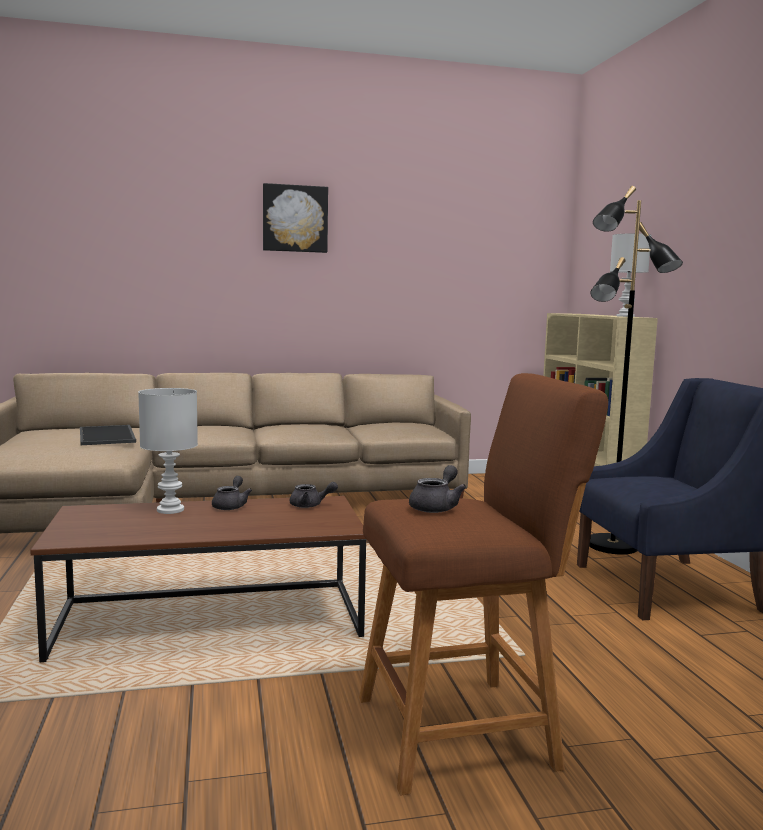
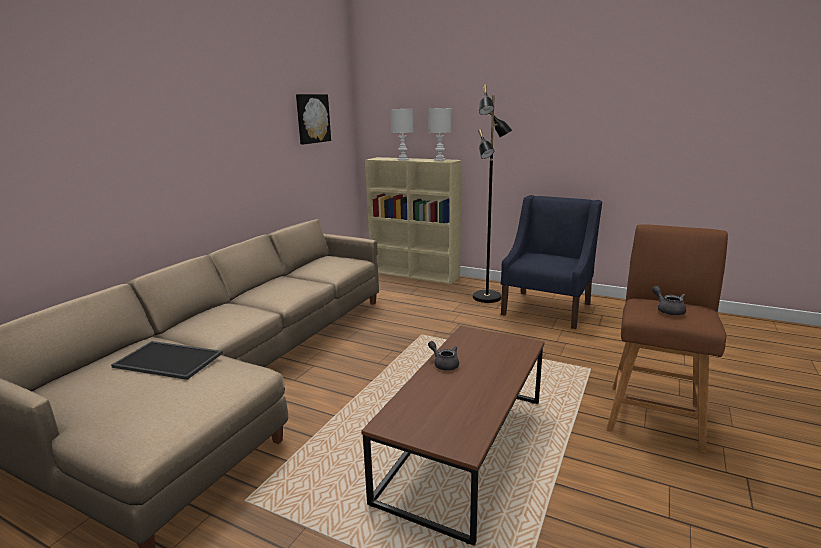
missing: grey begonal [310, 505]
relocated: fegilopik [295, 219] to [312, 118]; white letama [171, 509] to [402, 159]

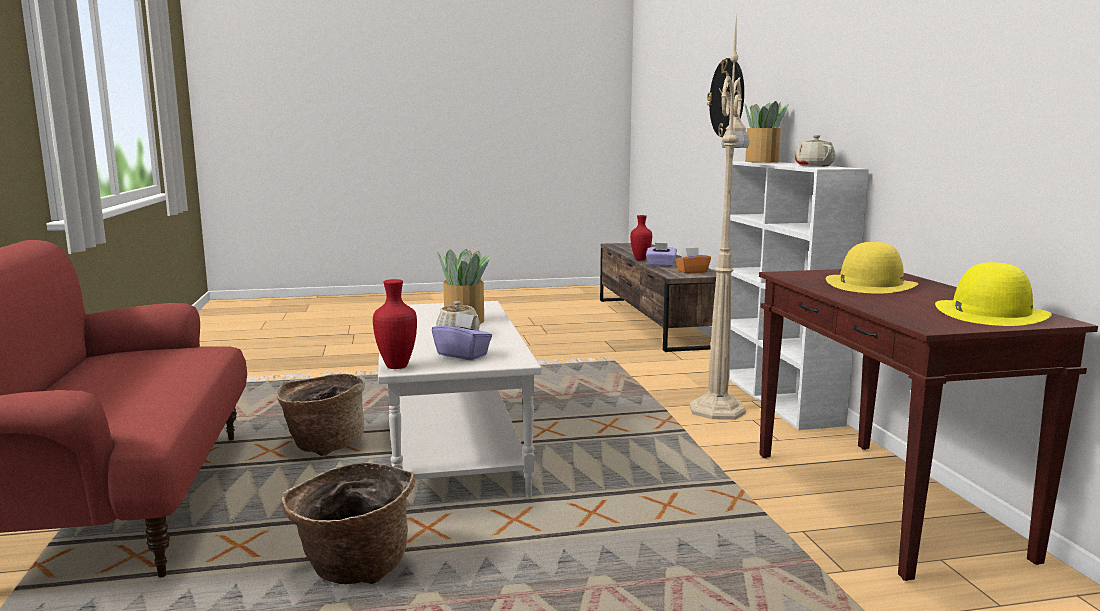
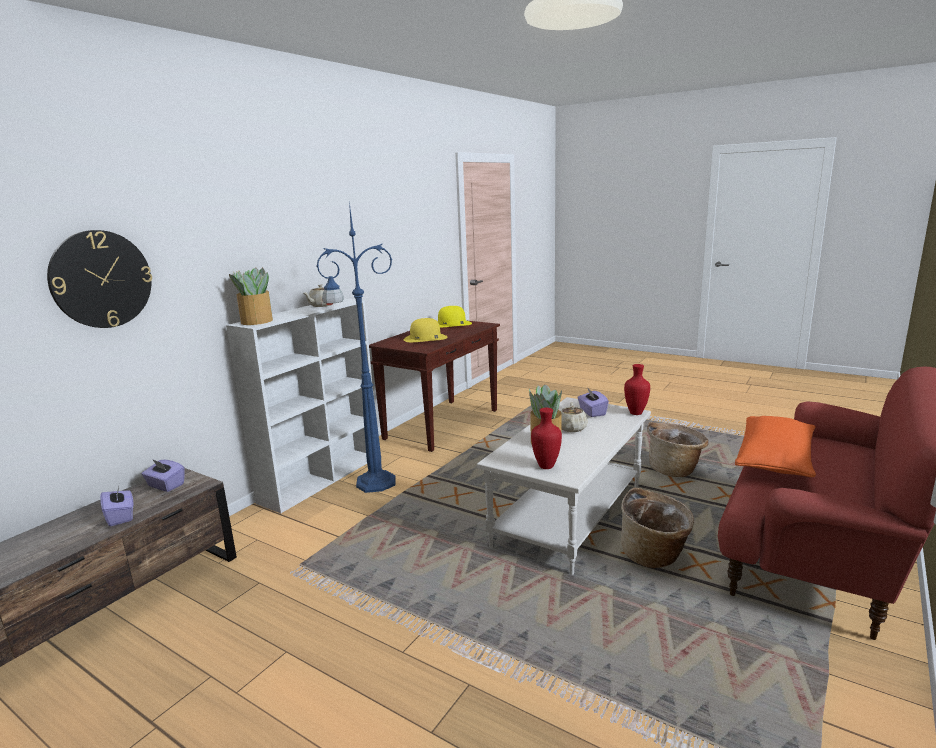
appeared: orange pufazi [775, 461]
relocated: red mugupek [640, 259] to [546, 467]
colour: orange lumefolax [692, 272] to purple lumefolax [165, 485]; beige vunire [718, 408] to blue vunire [373, 483]

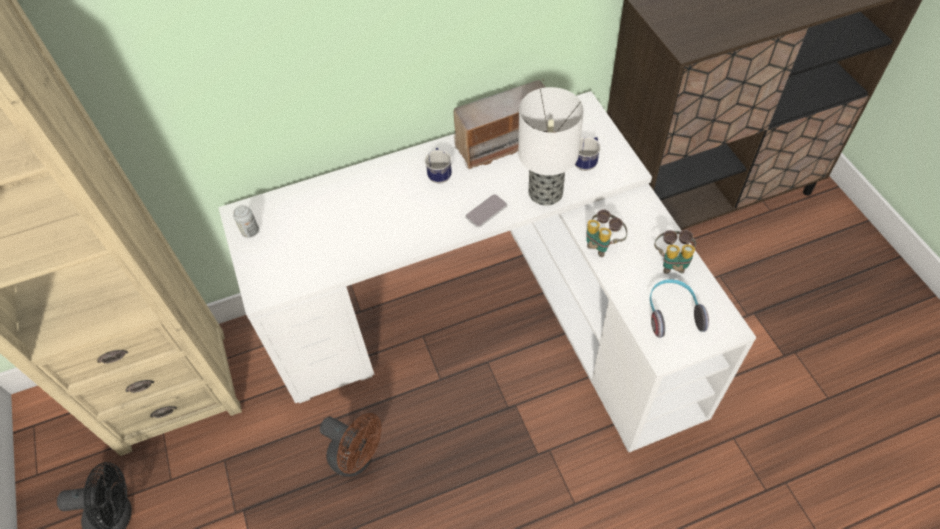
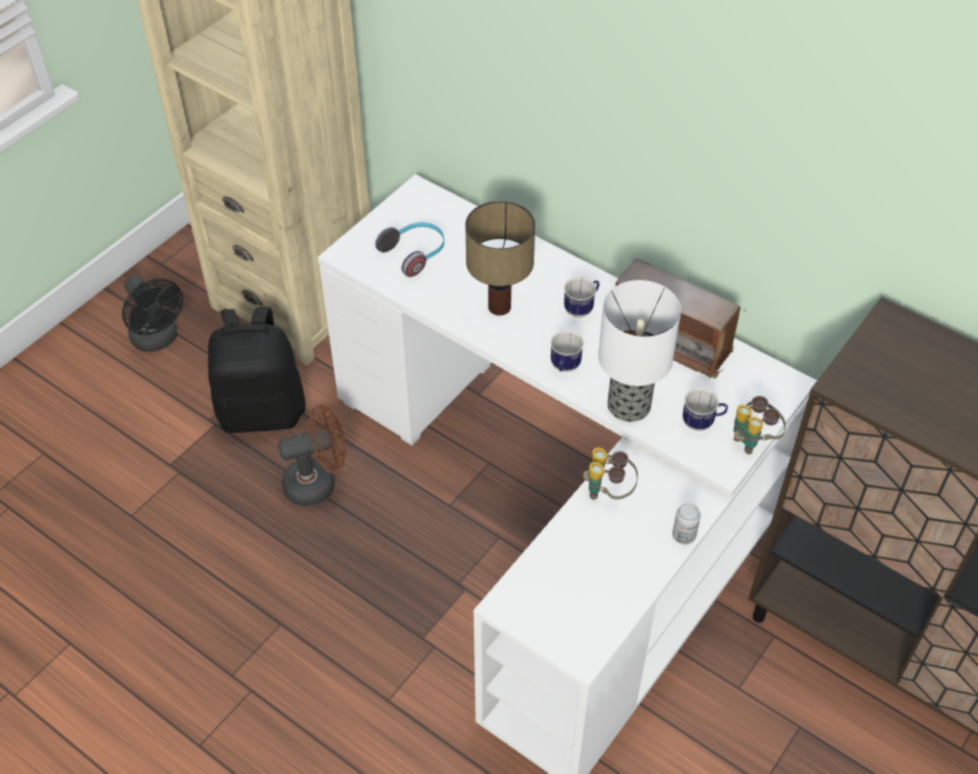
appeared: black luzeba [262, 411]; letama [499, 306]
relocated: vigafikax [672, 313] to [415, 254]; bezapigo [250, 231] to [683, 536]; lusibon [672, 262] to [753, 440]
exchanged: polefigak [486, 211] to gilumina [564, 368]
spun: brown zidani [357, 458] = [318, 482] 105 degrees counterclockwise

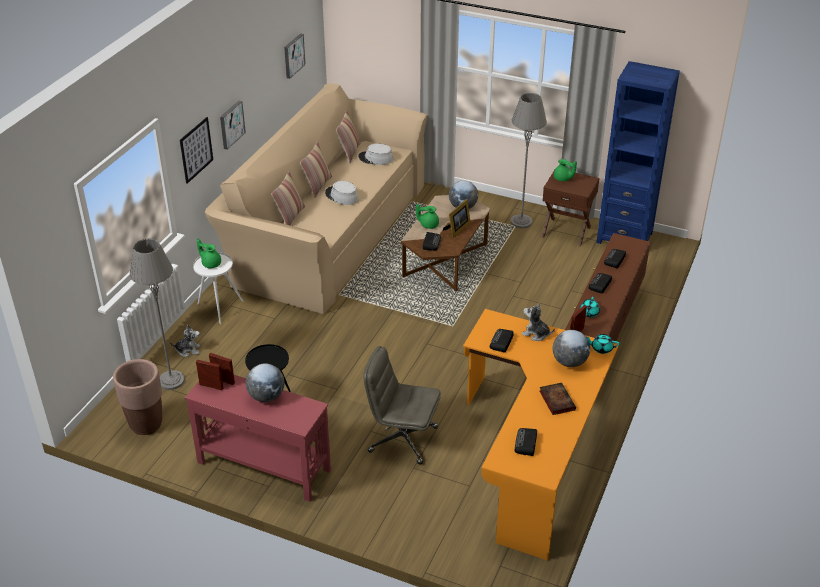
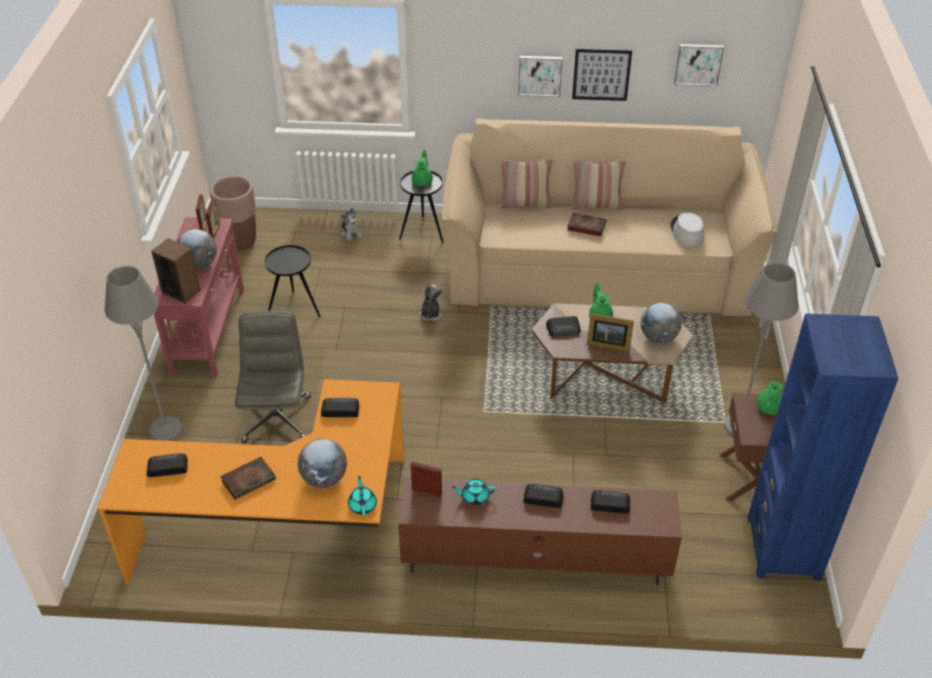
missing: pufazi [349, 152]
appeared: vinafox [181, 291]
relocated: grey vunire [171, 381] to [166, 430]; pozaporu [536, 334] to [430, 314]; fegilopik [196, 150] to [601, 74]
exchanged: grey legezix [341, 196] to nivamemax [585, 226]
colour: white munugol [219, 308] to black munugol [423, 231]

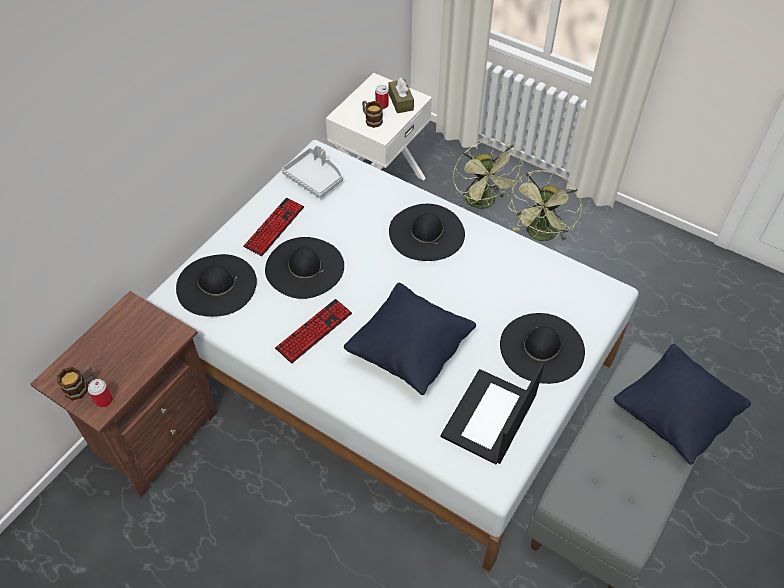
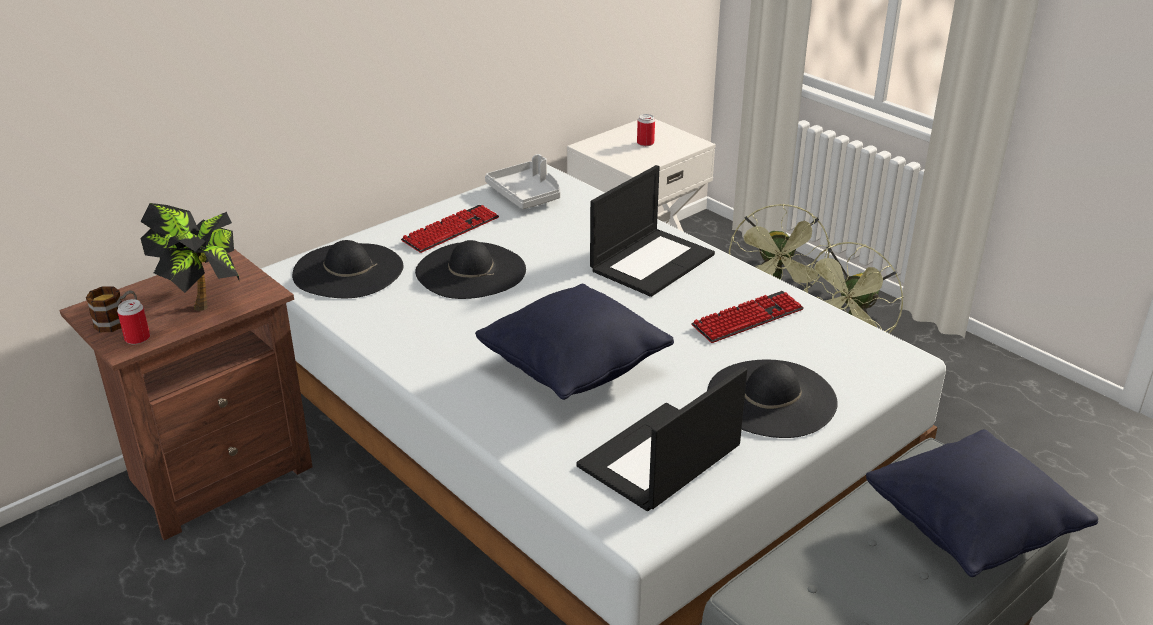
missing: gilumina [371, 120]; brown lumefolax [401, 101]
appeared: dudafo [204, 299]
relocated: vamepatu [314, 331] to [748, 318]
exchanged: black legezix [426, 232] to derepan [652, 261]

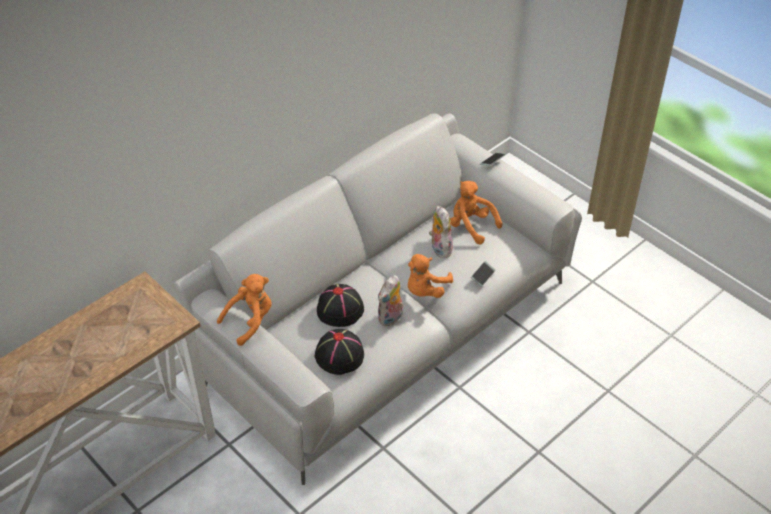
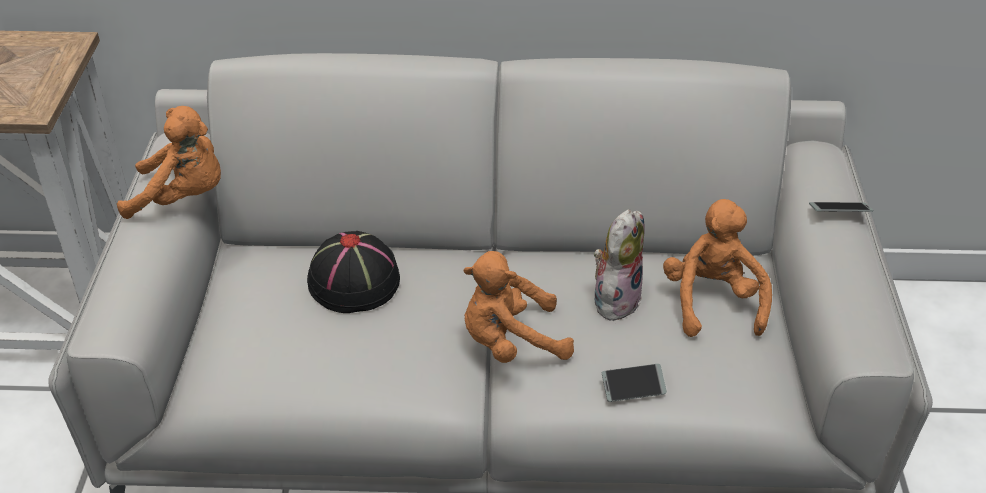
missing: black legezix [340, 355]; pozaporu [391, 318]

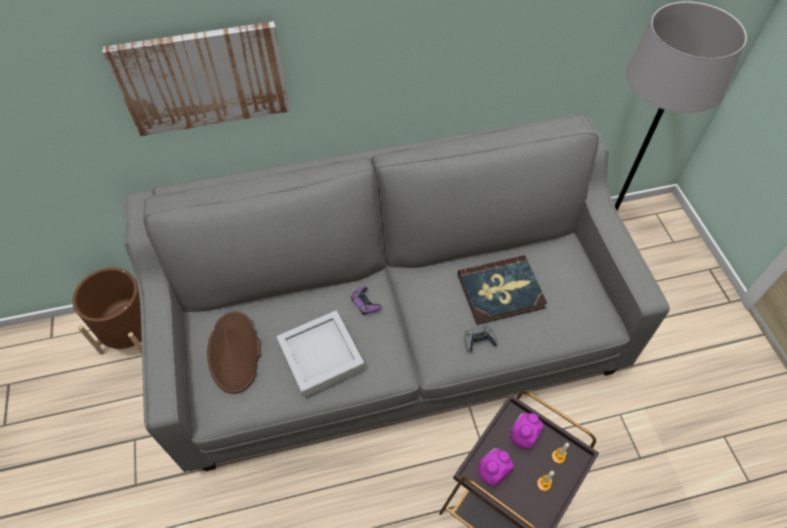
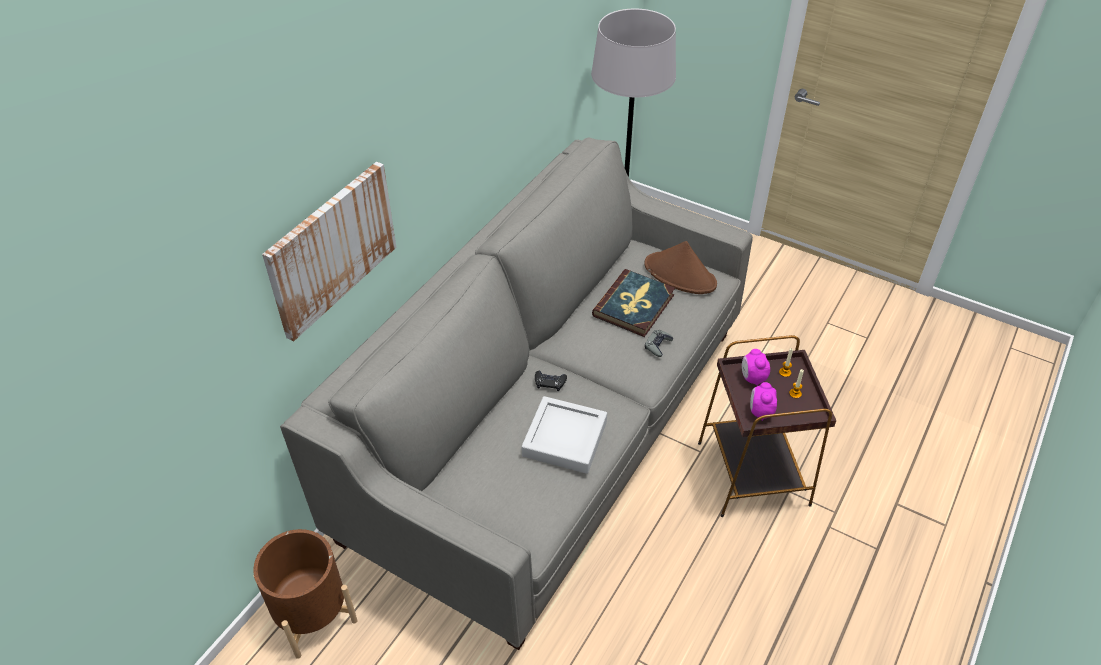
relocated: brown legezix [234, 353] to [680, 274]
colour: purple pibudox [365, 303] to black pibudox [550, 382]

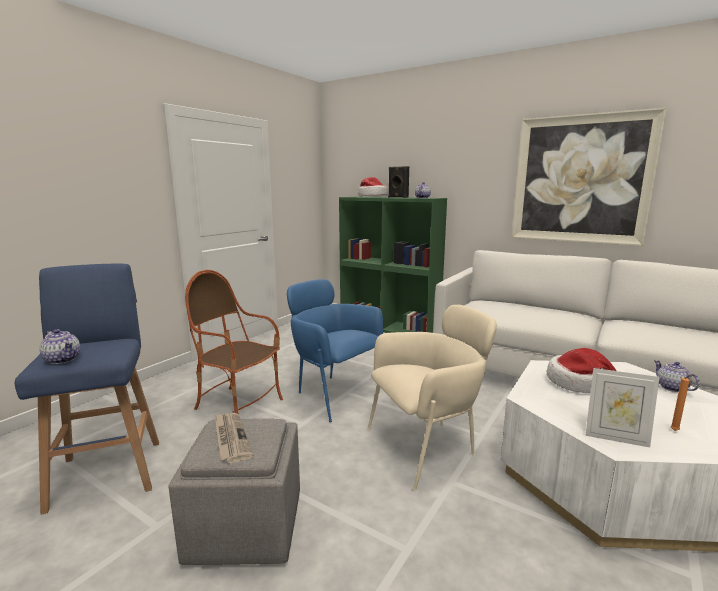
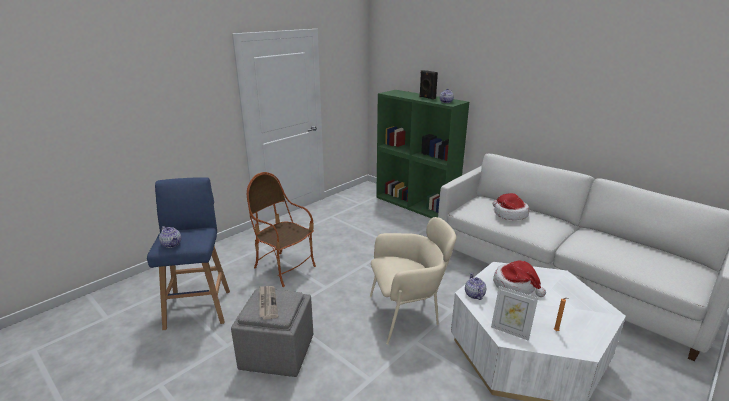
missing: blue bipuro [334, 393]; fegilopik [580, 180]
relocated: begonal [671, 387] to [474, 294]; legezix [372, 197] to [509, 214]

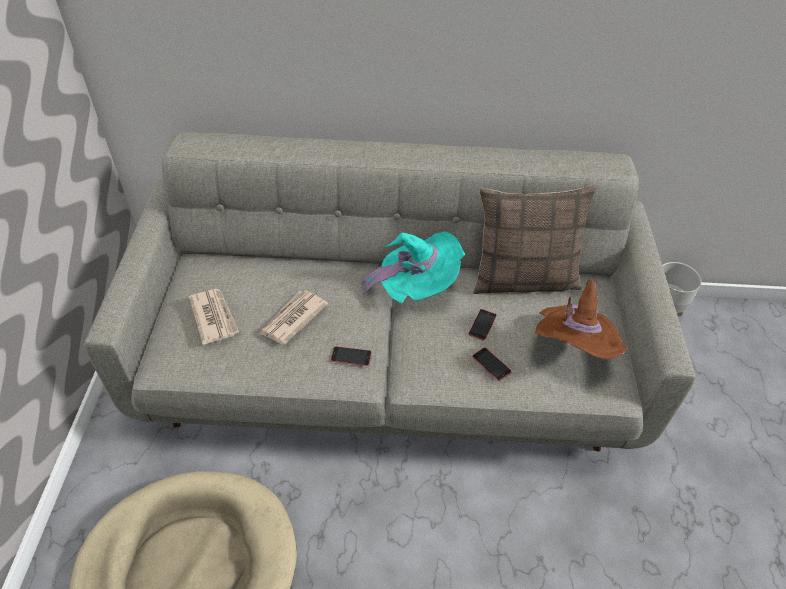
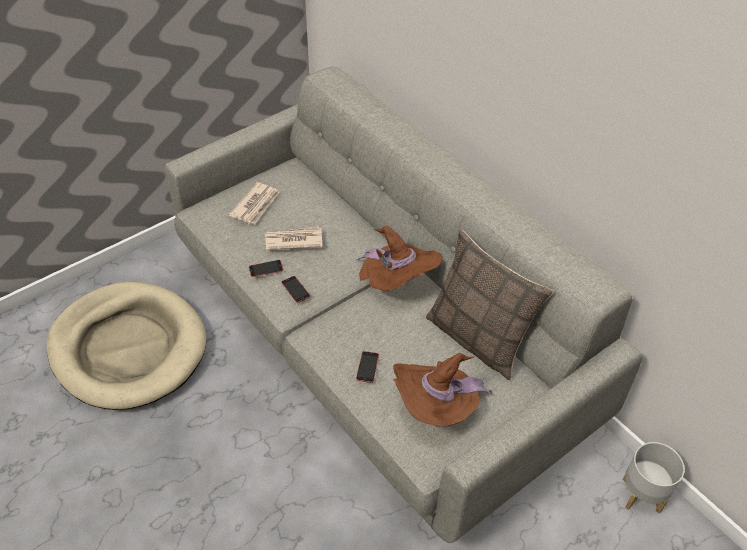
relocated: polefigak [482, 324] to [266, 269]
colour: turquoise legezix [416, 286] to brown legezix [397, 282]

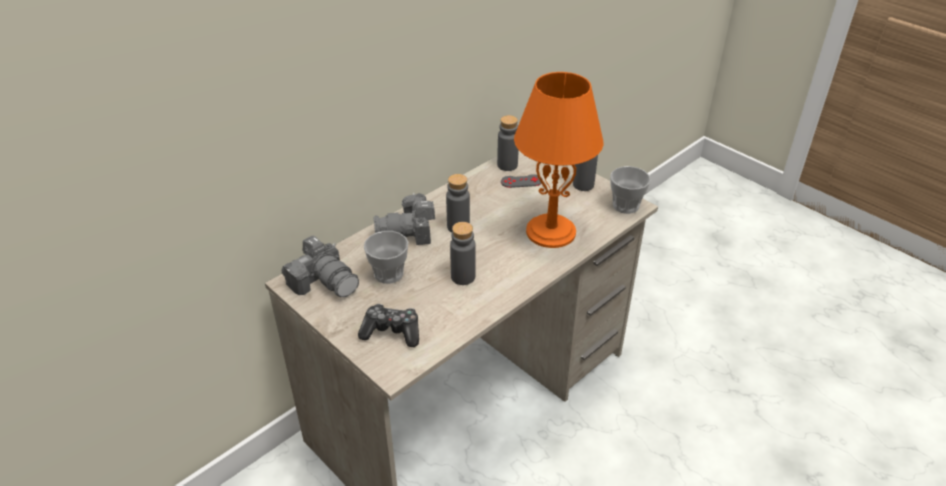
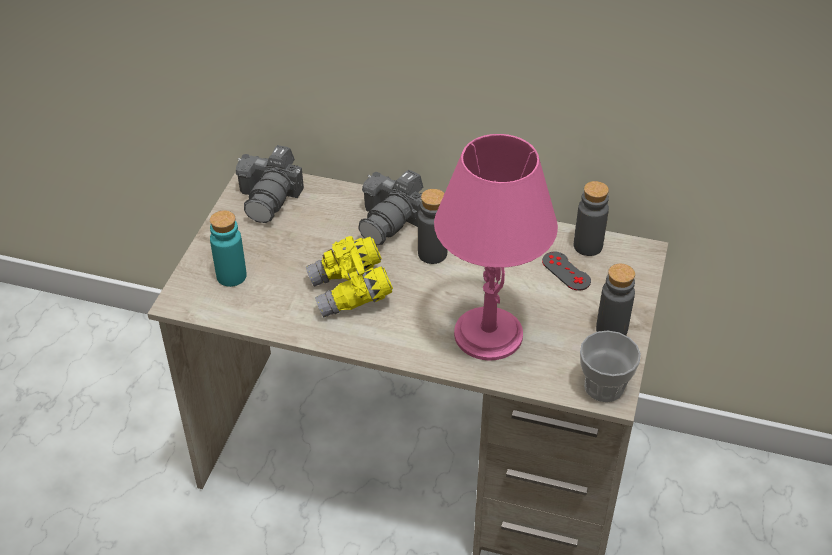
missing: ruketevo [388, 273]
exchanged: pibudox [392, 332] to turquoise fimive [231, 276]; grey fimive [463, 277] to yellow lusibon [350, 292]
colour: orange letama [551, 231] to pink letama [489, 334]
spun: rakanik [408, 232] = [391, 220] 105 degrees counterclockwise

